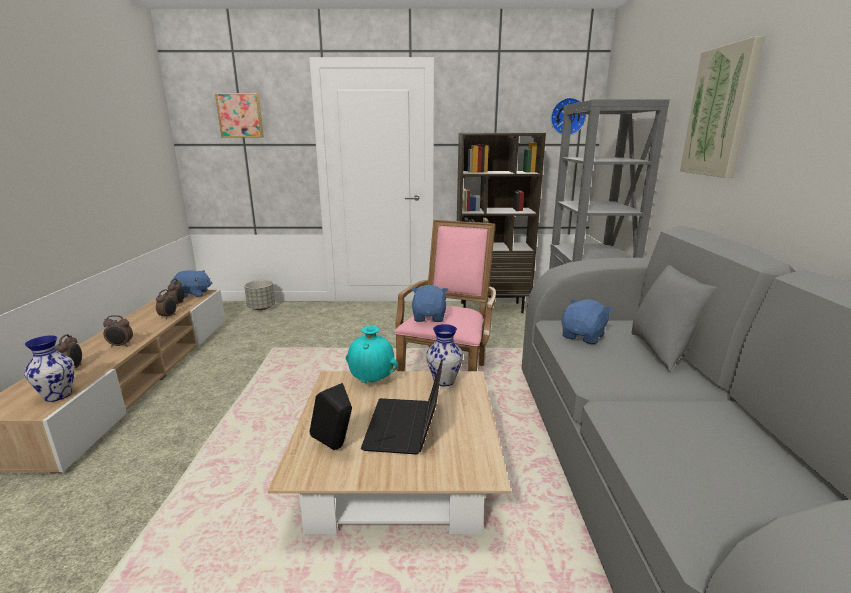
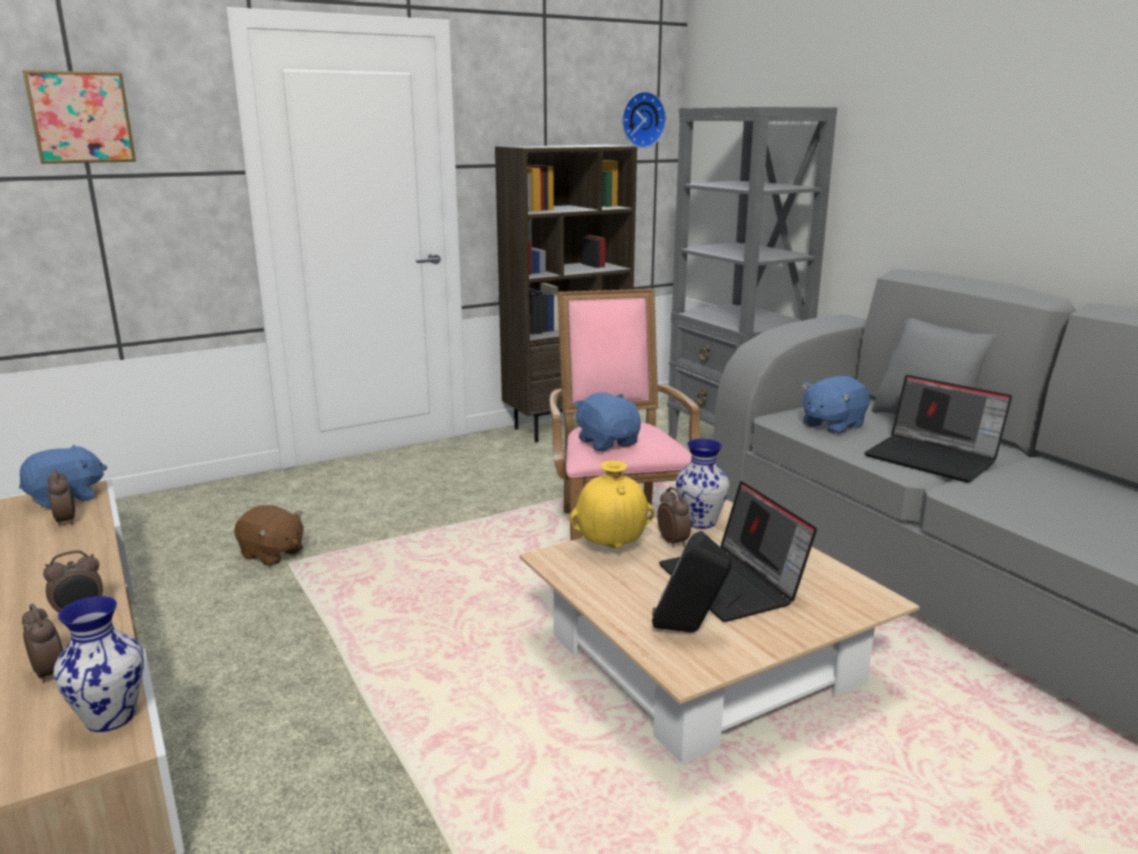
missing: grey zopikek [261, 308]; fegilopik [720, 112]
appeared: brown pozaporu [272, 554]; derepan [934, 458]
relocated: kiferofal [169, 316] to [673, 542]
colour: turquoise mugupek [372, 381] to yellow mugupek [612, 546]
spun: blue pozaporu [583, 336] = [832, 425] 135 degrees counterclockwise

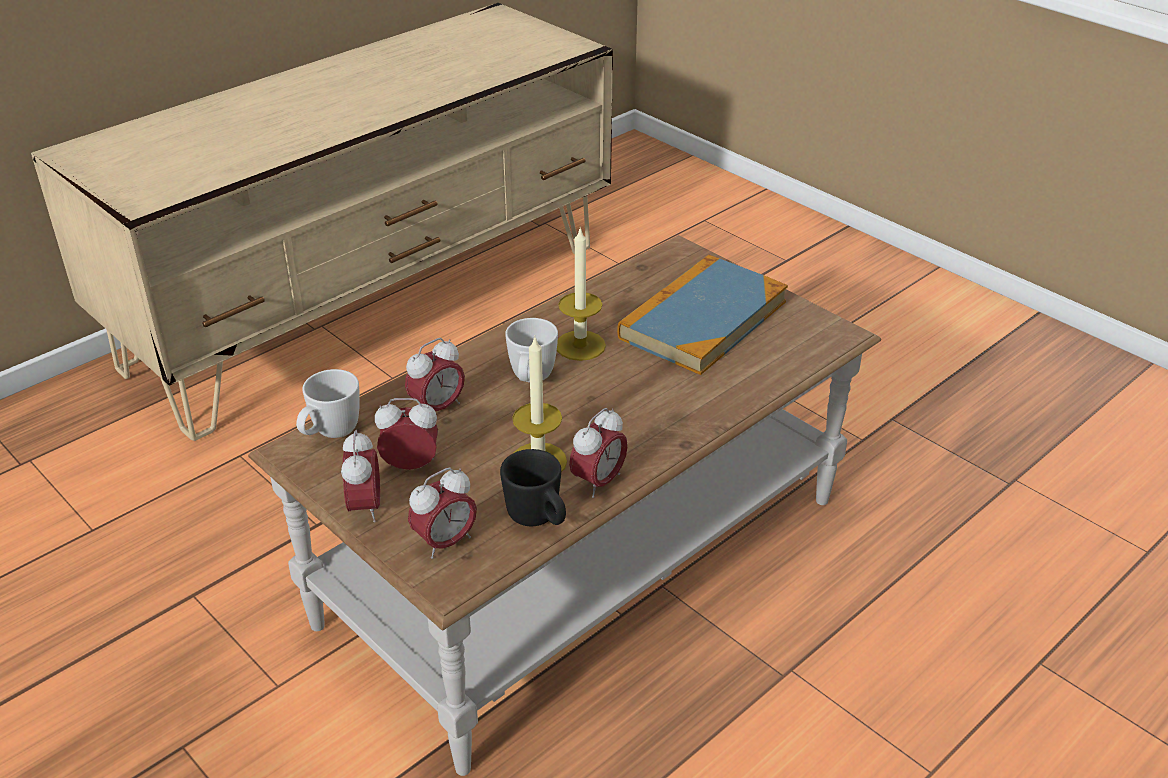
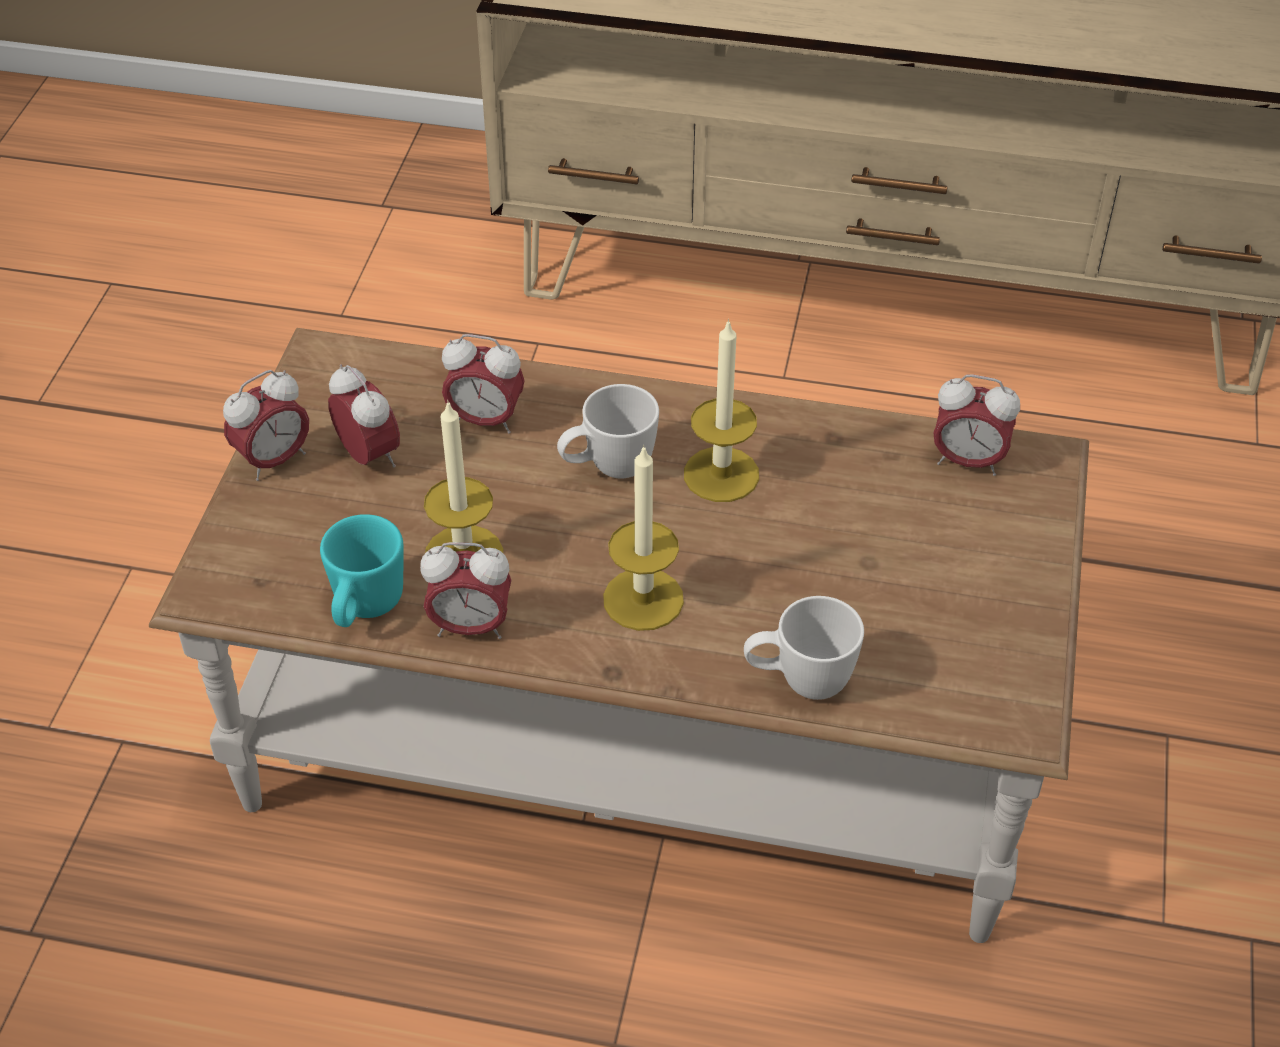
missing: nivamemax [702, 319]
appeared: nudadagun [643, 599]
relocated: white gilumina [330, 435] to [799, 682]; kiferofal [445, 542] to [968, 461]
colour: black gilumina [538, 519] to turquoise gilumina [364, 608]

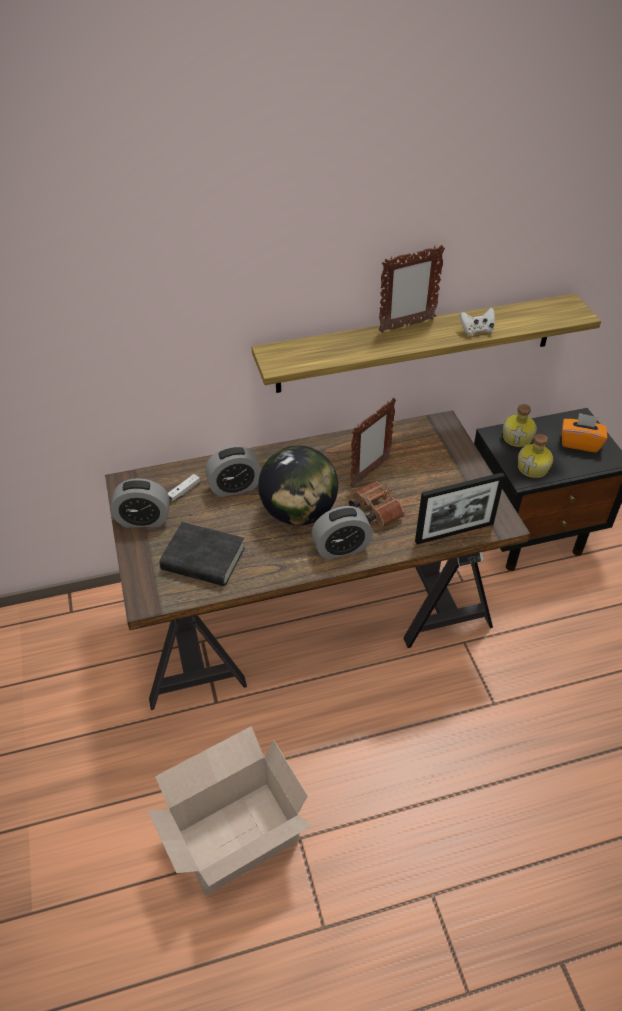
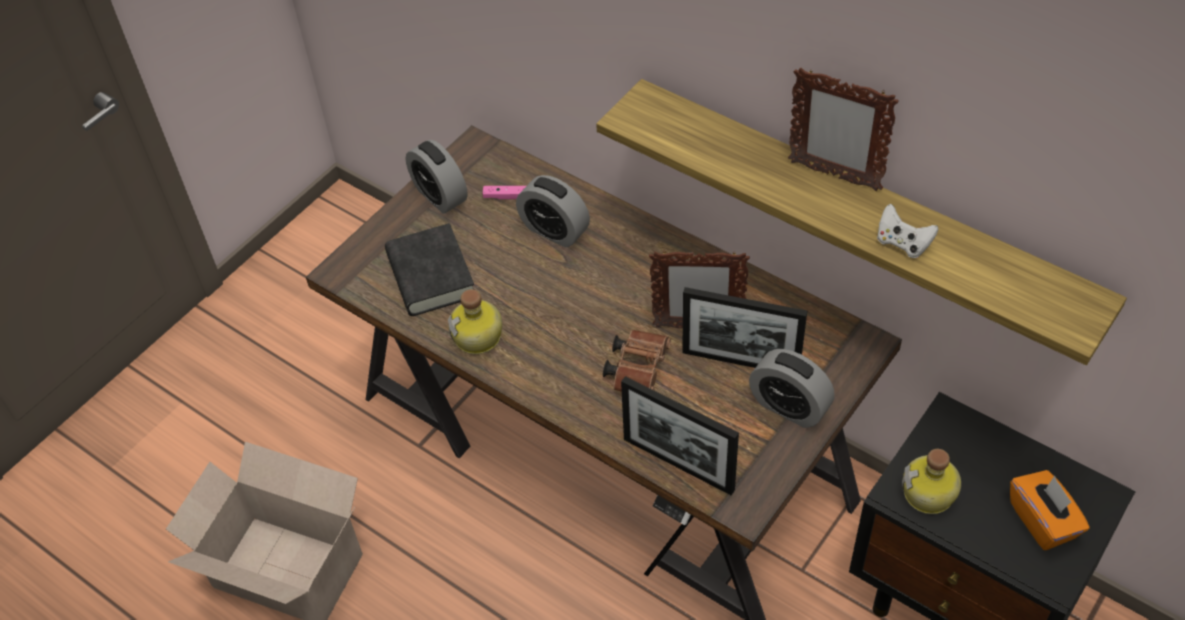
missing: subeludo [298, 513]
appeared: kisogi [740, 362]
relocated: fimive [518, 437] to [479, 337]; kiferofal [341, 548] to [789, 406]
colour: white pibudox [184, 491] to pink pibudox [508, 196]

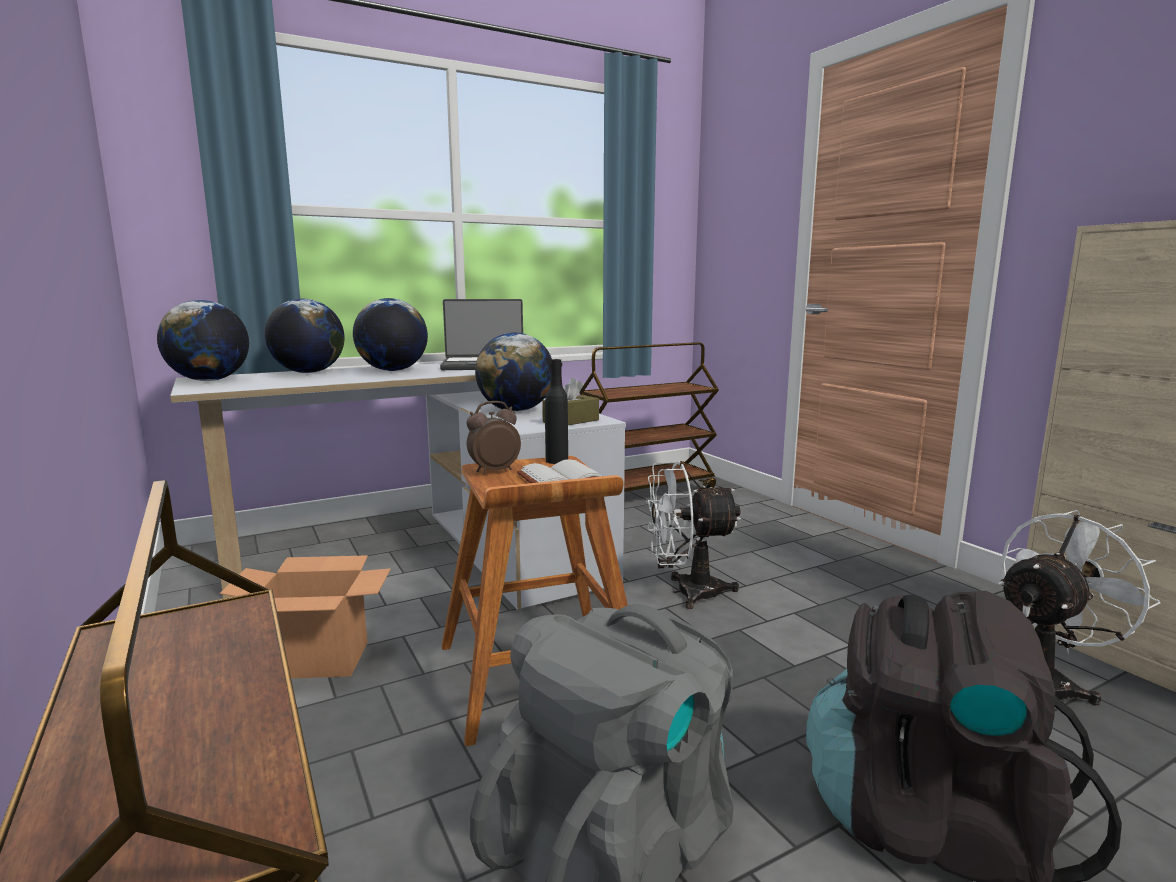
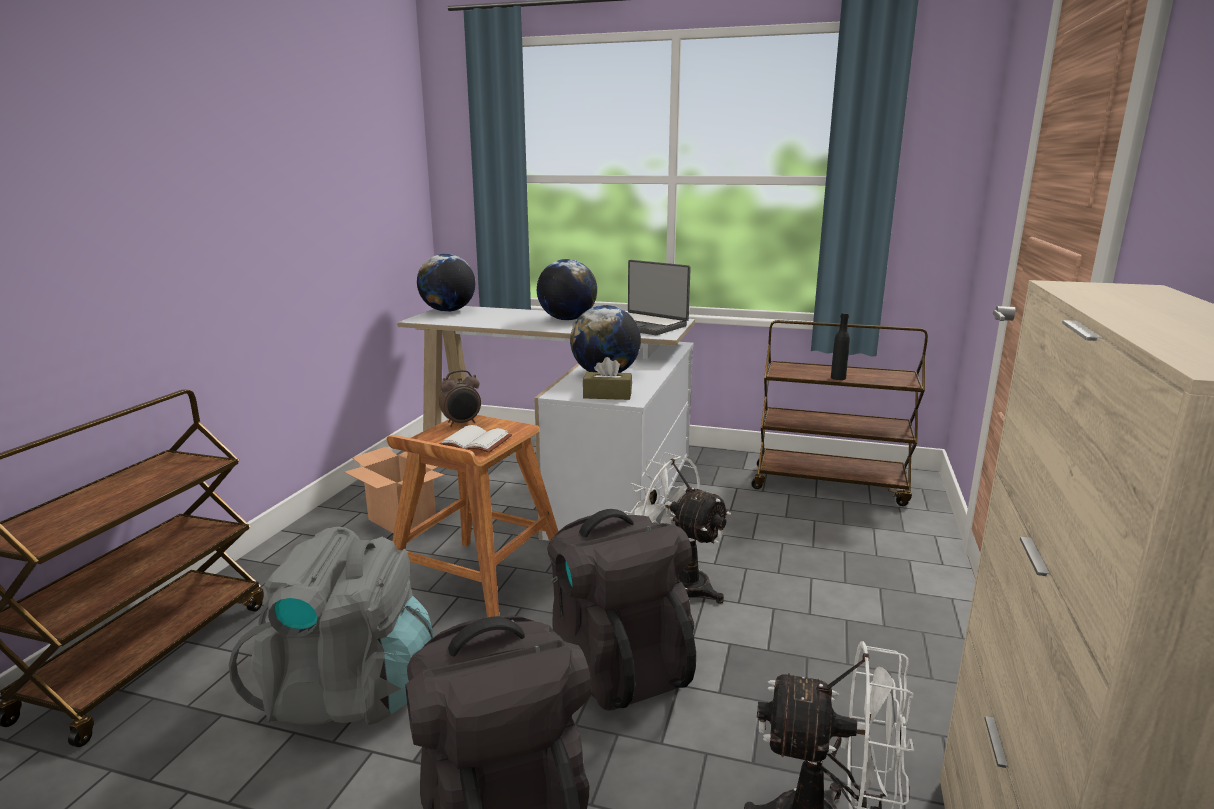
missing: subeludo [308, 372]
appeared: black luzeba [617, 663]
relocated: black fimive [556, 461] to [838, 378]
spun: kiferofal [493, 471] = [462, 423] 135 degrees clockwise

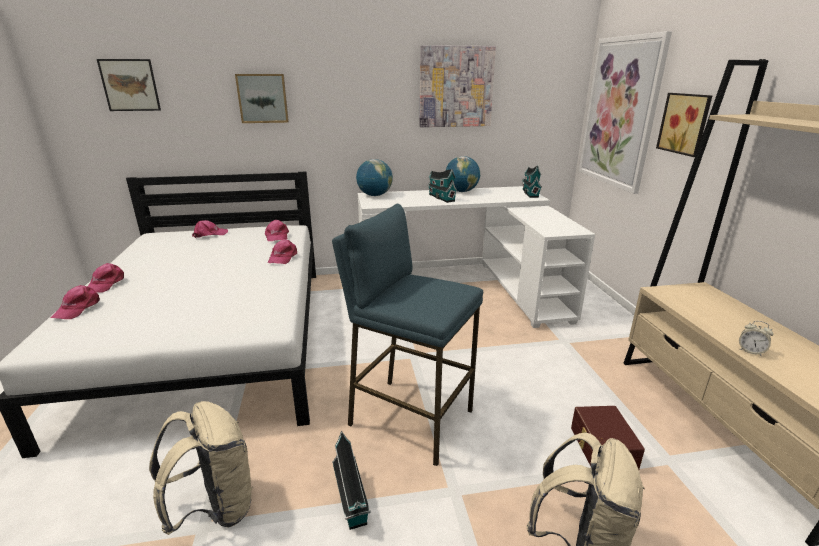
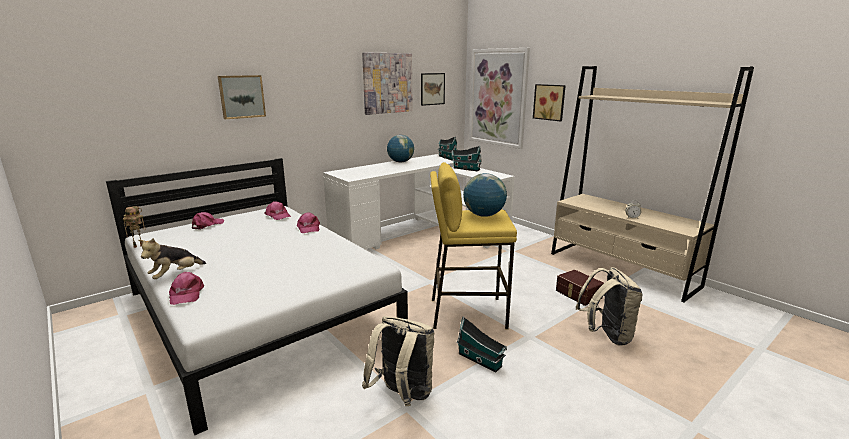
appeared: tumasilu [139, 245]
relocated: fegilopik [130, 85] to [432, 89]; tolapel [441, 197] to [465, 169]; subeludo [375, 195] to [483, 215]
exchanged: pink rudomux [106, 284] to pozaporu [175, 275]
colour: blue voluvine [410, 417] to yellow voluvine [467, 313]

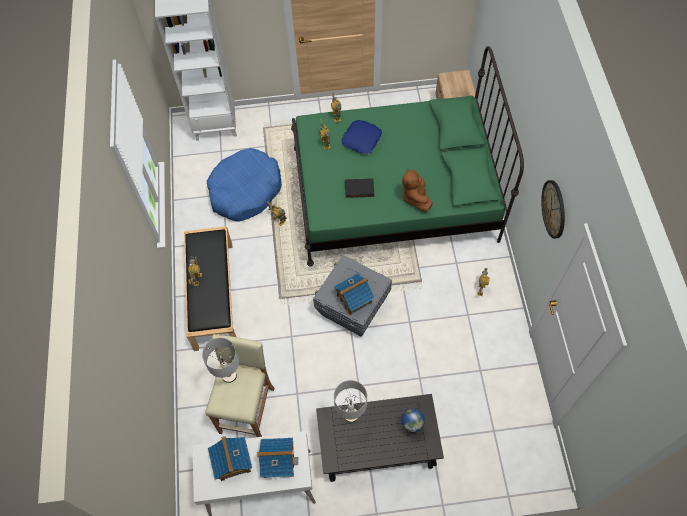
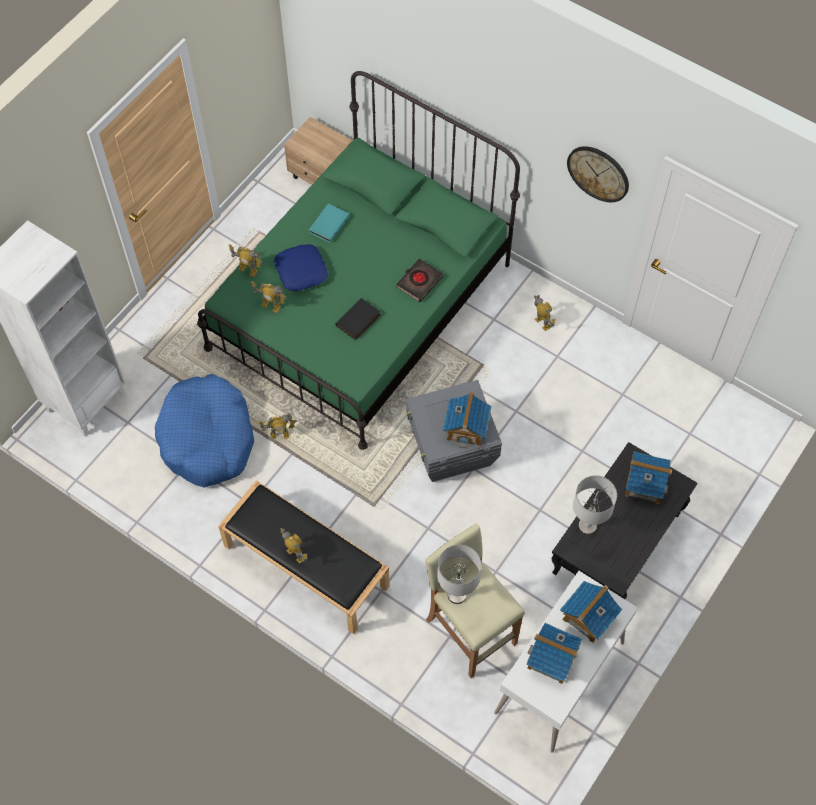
appeared: turquoise nivamemax [328, 224]
exchanged: brown pozaporu [415, 198] to black nivamemax [419, 282]; subeludo [412, 426] to tolapel [644, 484]

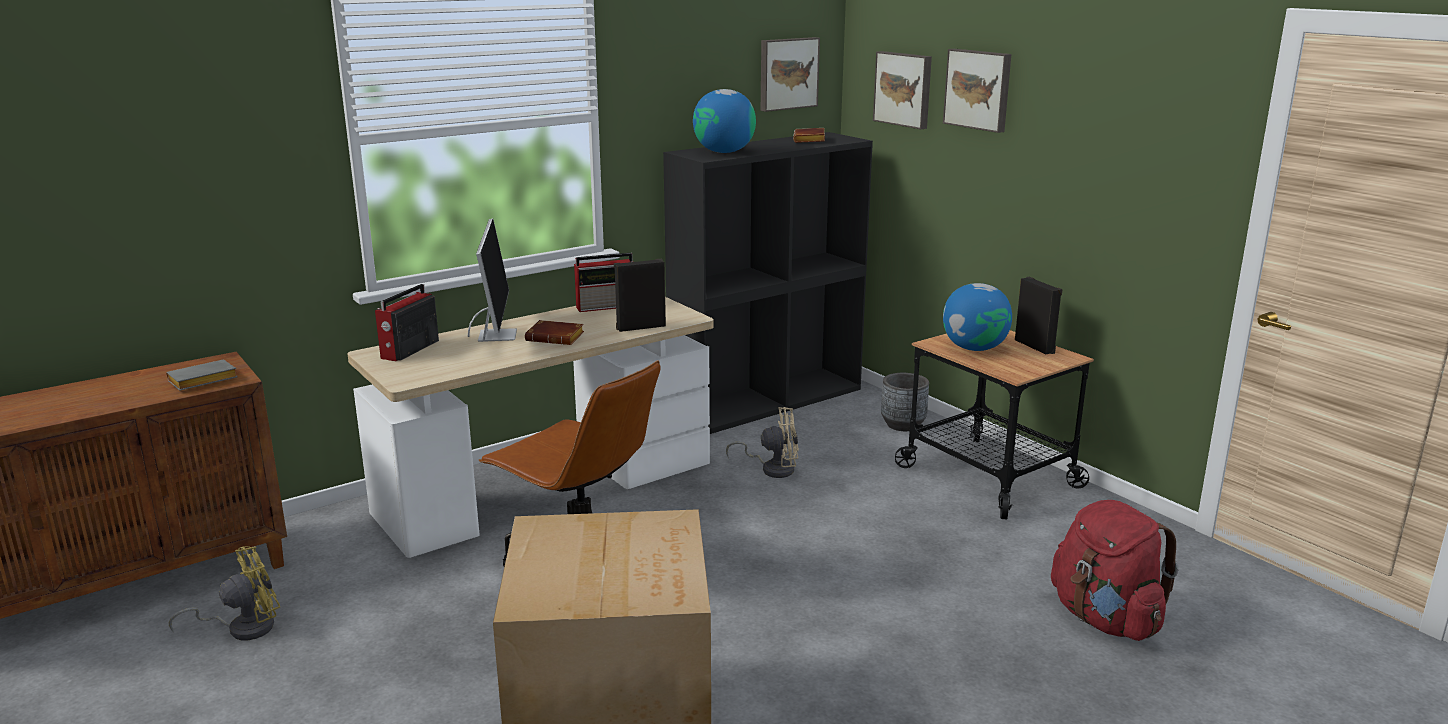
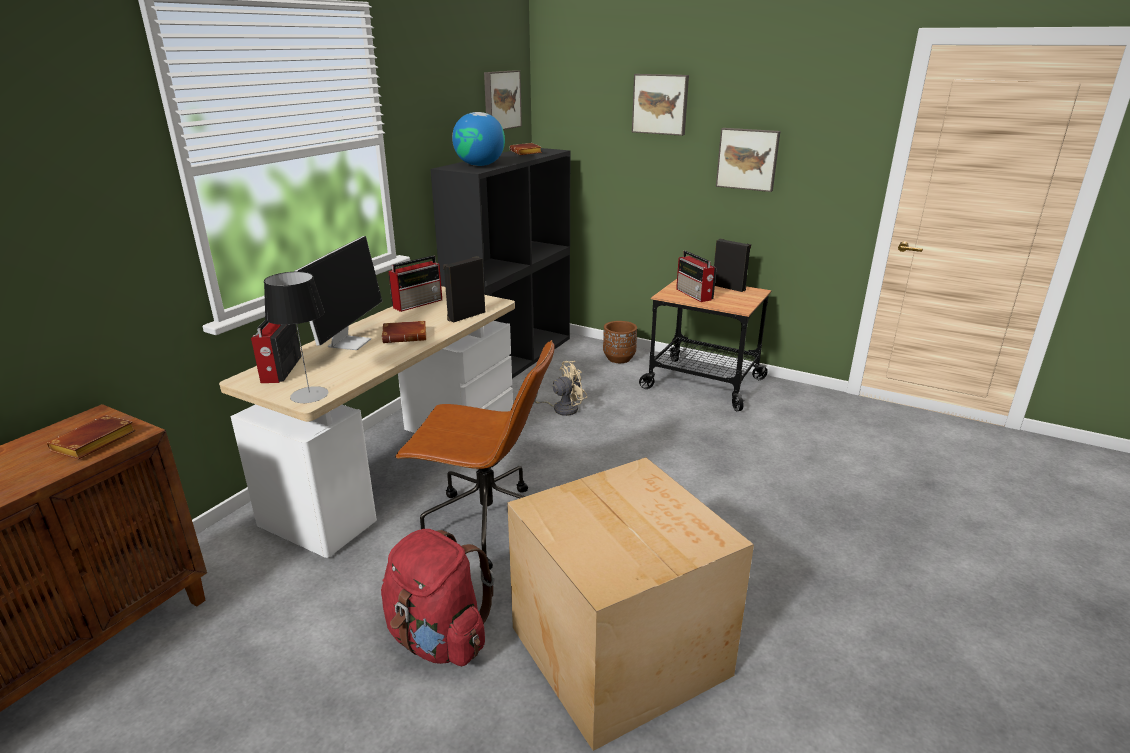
missing: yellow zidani [243, 628]
appeared: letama [309, 395]
relocated: red luzeba [1105, 619] to [438, 639]; fegilopik [904, 89] to [748, 159]
exchanged: subeludo [974, 348] to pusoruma [694, 295]
colour: grey nivamemax [201, 382] to brown nivamemax [93, 444]; grey zopikek [902, 425] to brown zopikek [619, 358]
spun: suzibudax [496, 335] = [349, 342] 45 degrees clockwise

